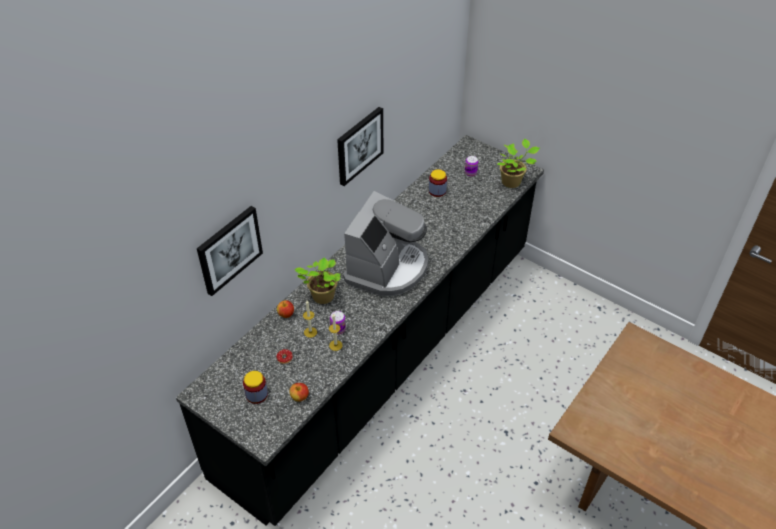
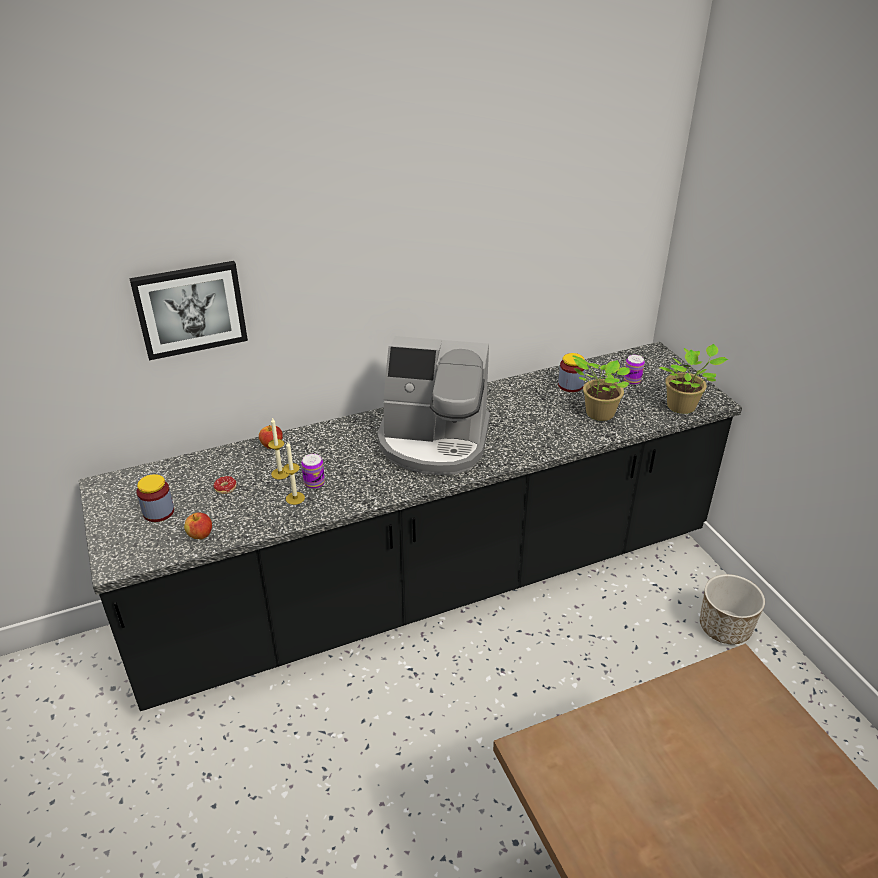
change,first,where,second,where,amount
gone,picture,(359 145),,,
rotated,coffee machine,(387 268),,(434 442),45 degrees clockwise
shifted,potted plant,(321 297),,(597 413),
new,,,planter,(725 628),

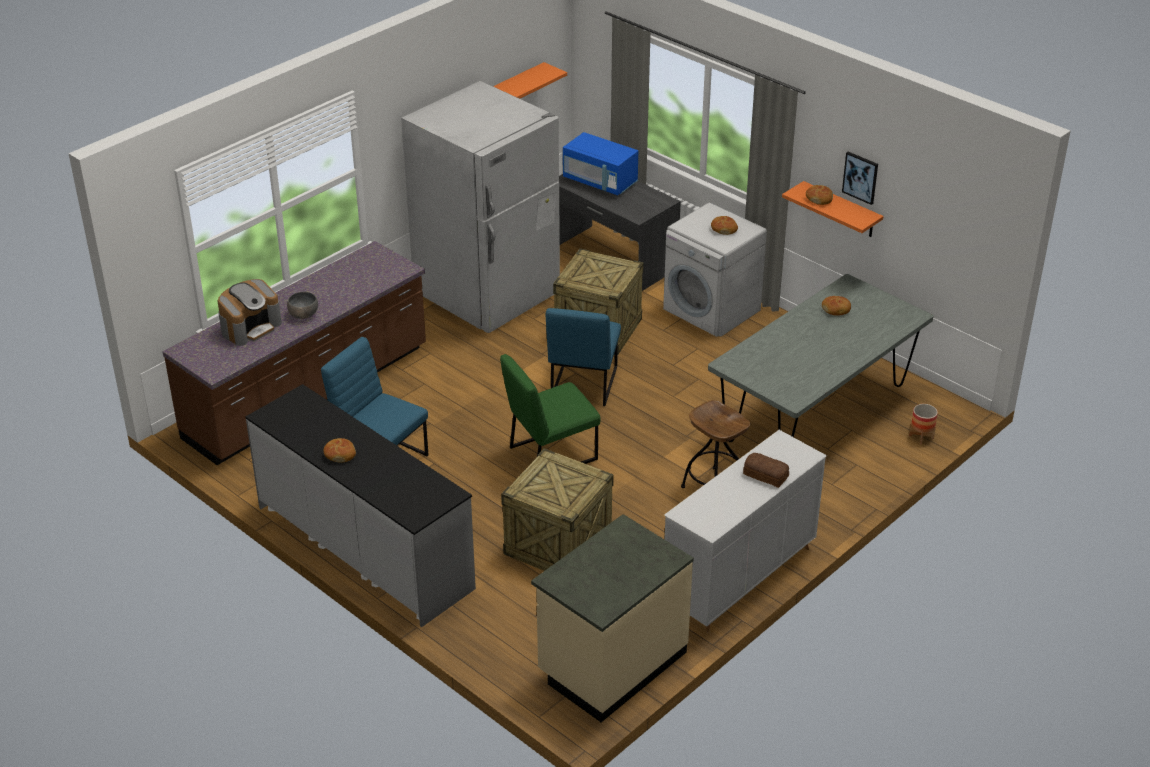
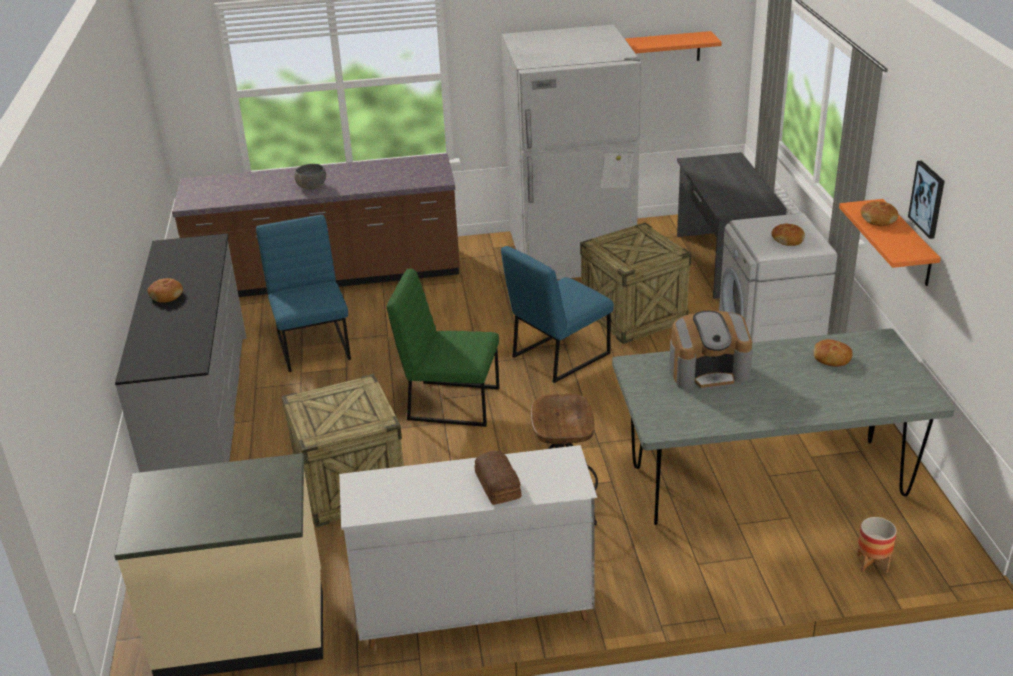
change,first,where,second,where,amount
gone,blue microwave,(600 182),,,
shifted,coffee machine,(250 327),,(708 371),

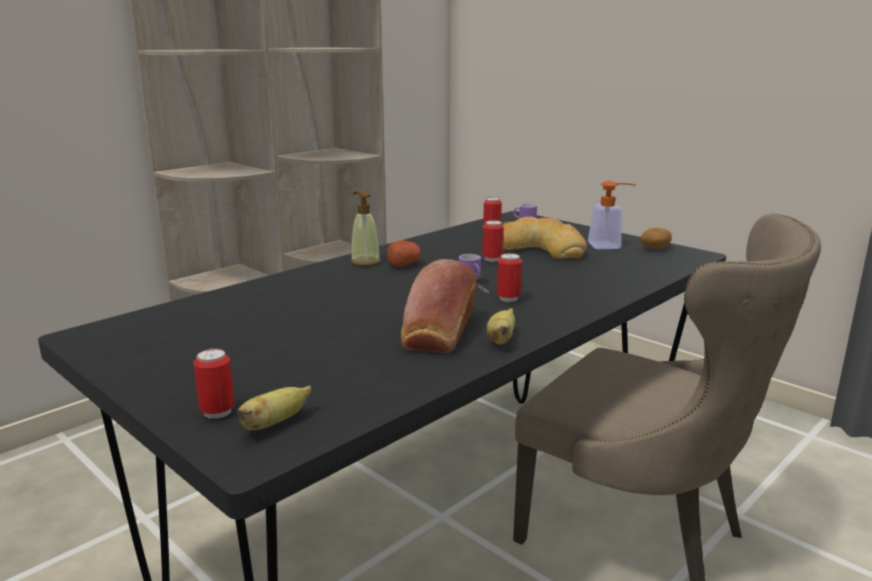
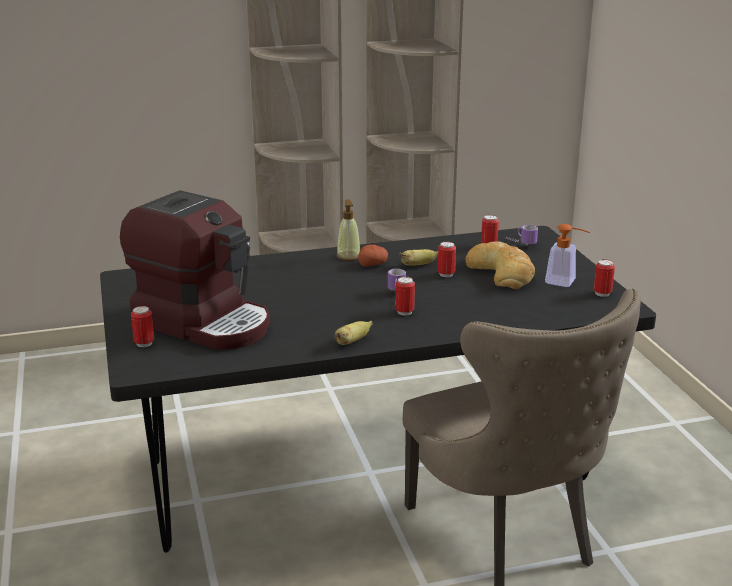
change,first,where,second,where,amount
swapped,potato,(655 248),can,(602 293),
gone,bread,(438 332),,,
shifted,banana,(274 423),,(418 265),
new,,,coffee machine,(204 322),

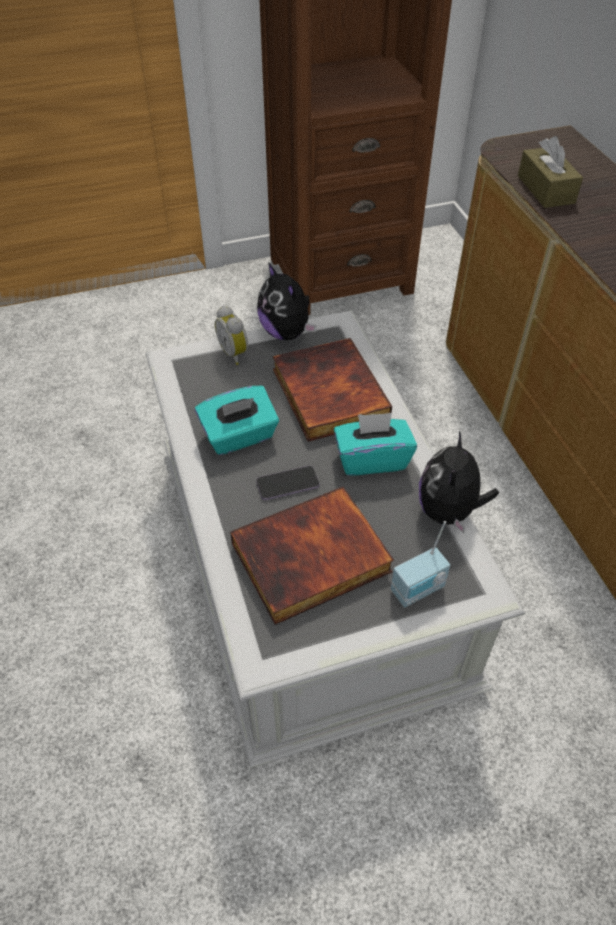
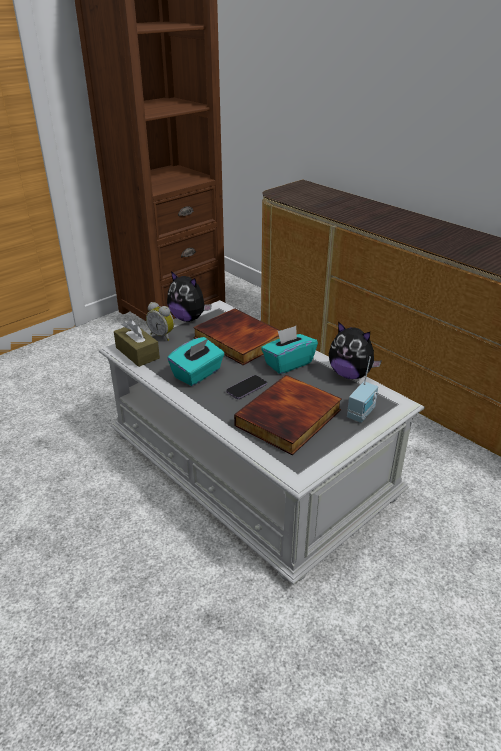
change,first,where,second,where,amount
shifted,brown tissue box,(545 189),,(137 353),
rotated,plush toy,(449 512),,(350 374),45 degrees counterclockwise

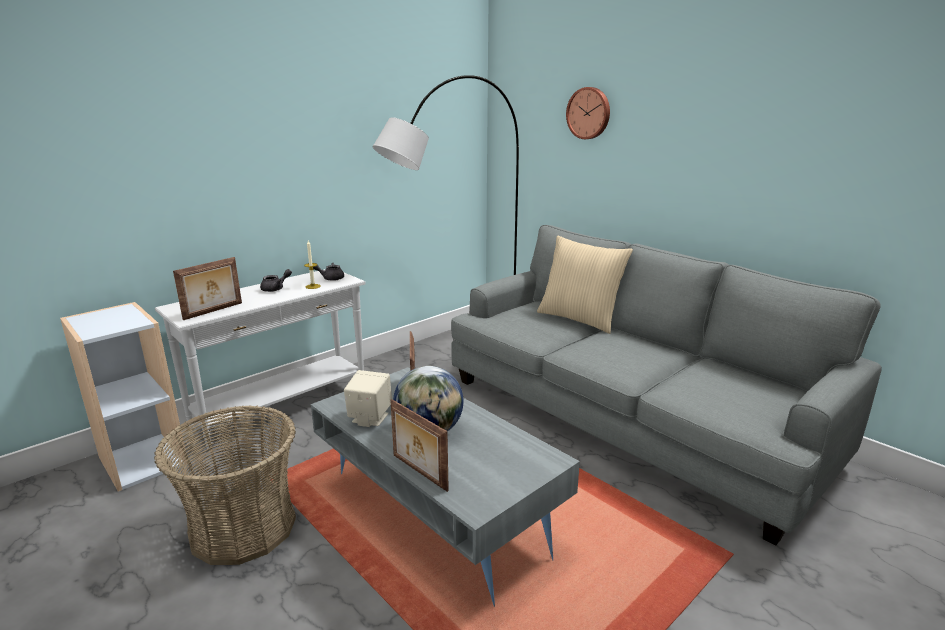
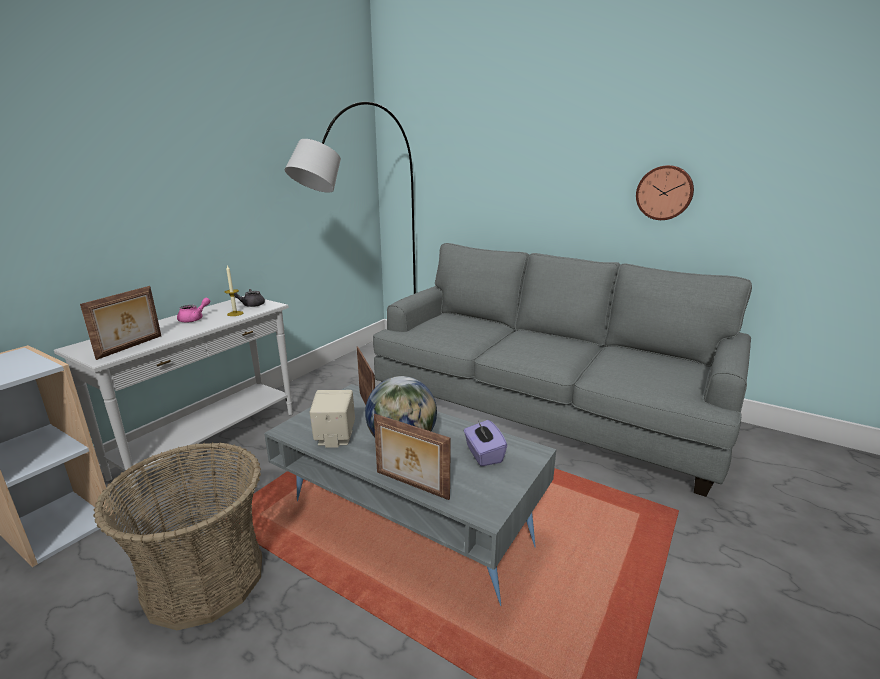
change,first,where,second,where,amount
shifted,wall clock,(589 113),,(664 192),
gone,beige pillow,(579 319),,,
repainted,grey teapot,(276 288),pink teapot,(194 319),
new,,,purple tissue box,(483 454),

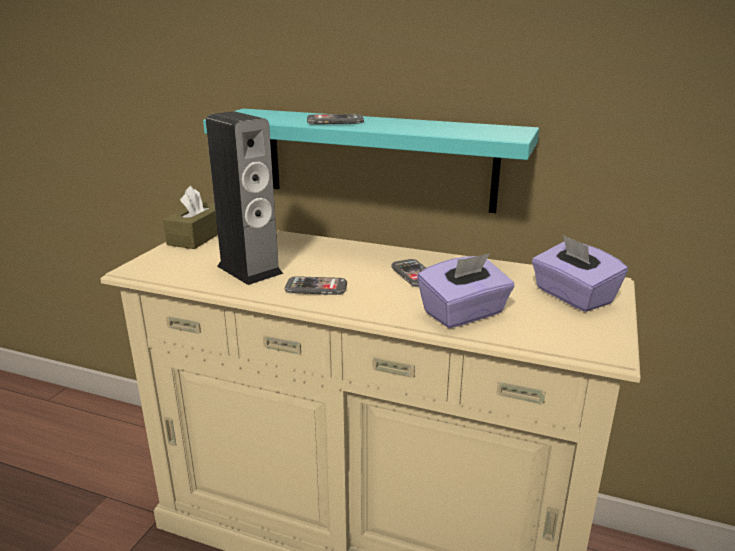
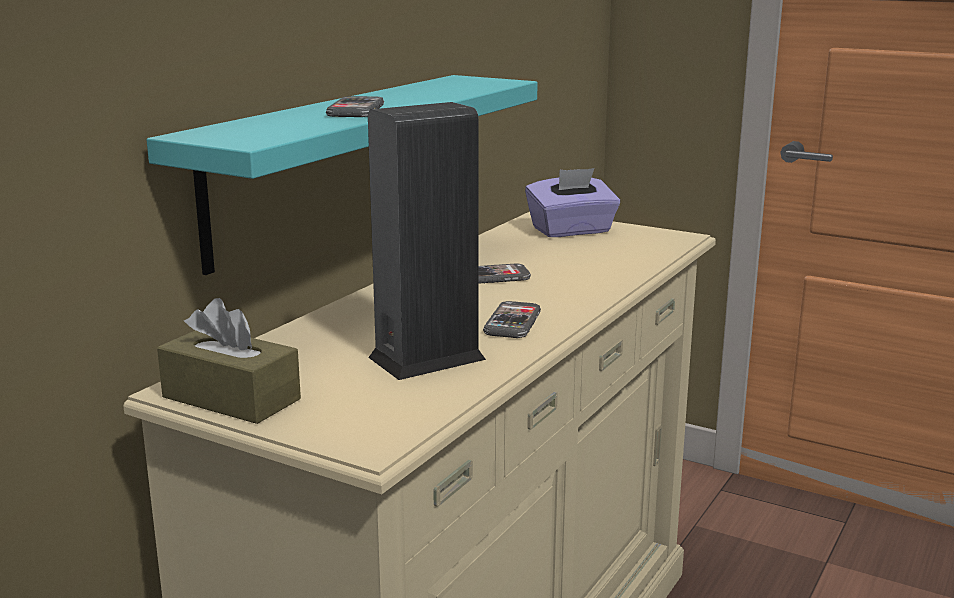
change,first,where,second,where,amount
gone,purple tissue box,(464 314),,,

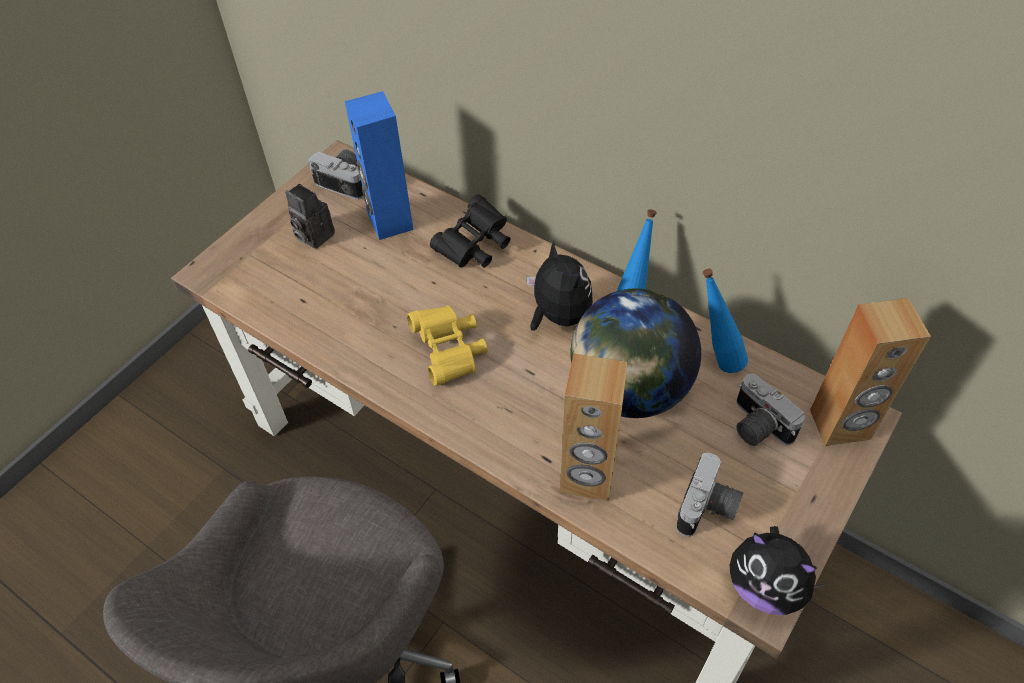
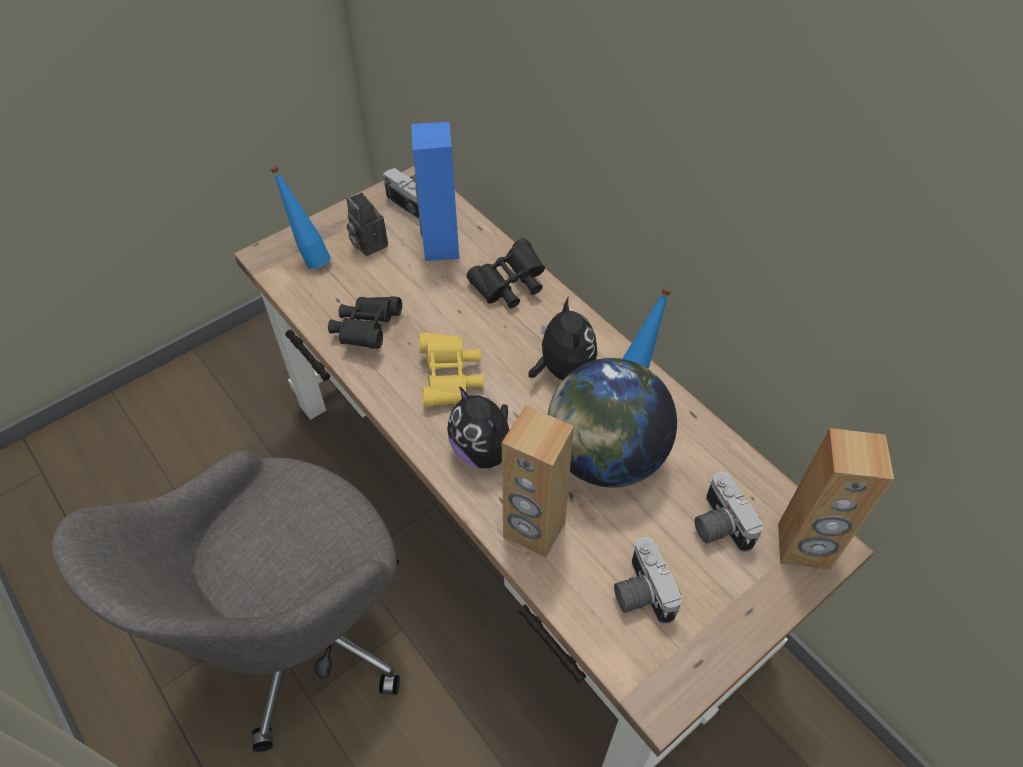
change,first,where,second,where,amount
shifted,blue bottle,(715 358),,(310 258),
rotated,photo camera,(708 509),,(639 592),120 degrees clockwise
shifted,plush toy,(765 586),,(484 451),
new,,,black binoculars,(366 330),

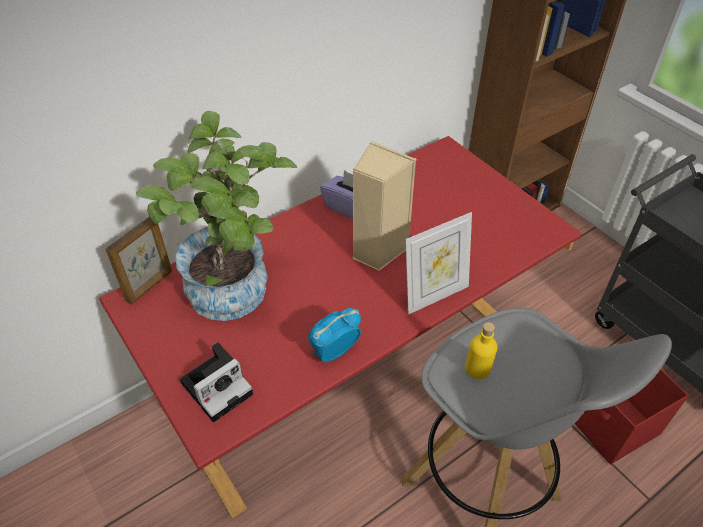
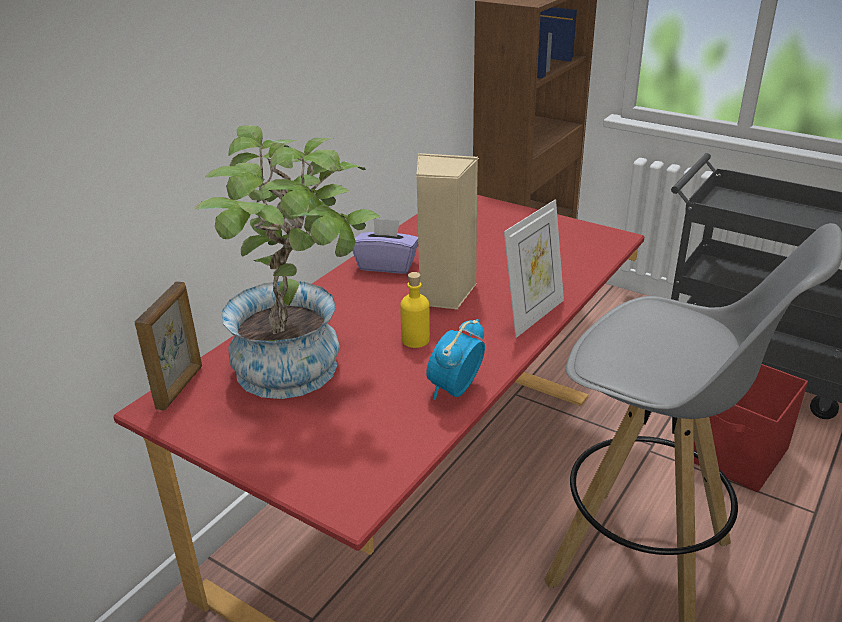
change,first,where,second,where,amount
shifted,yellow bottle,(478 368),,(415 340),
gone,photo camera,(218 386),,,

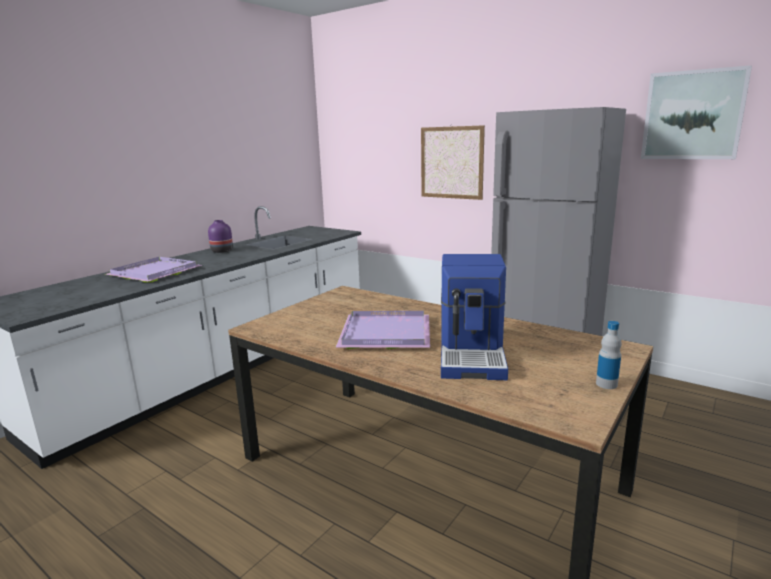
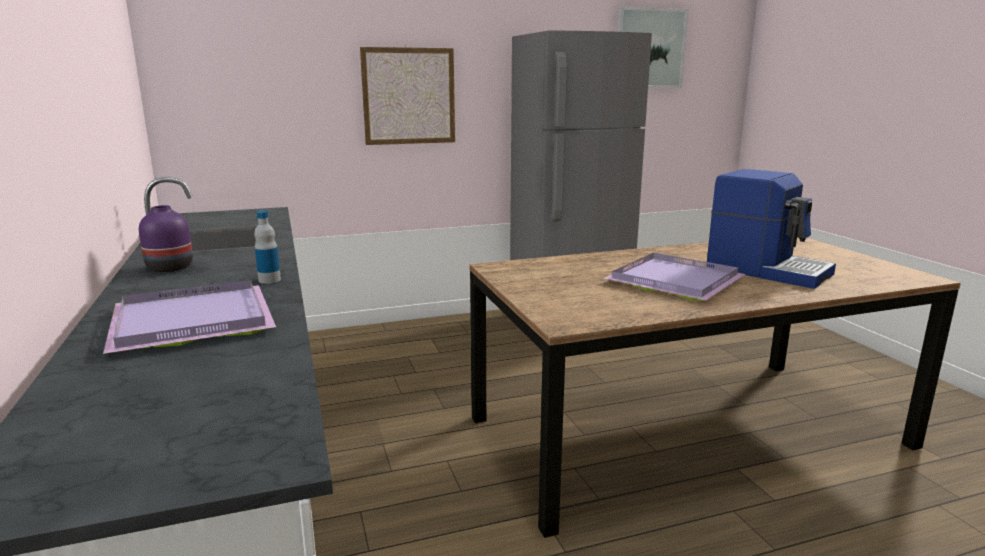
change,first,where,second,where,amount
shifted,bottle,(606 384),,(269 280),

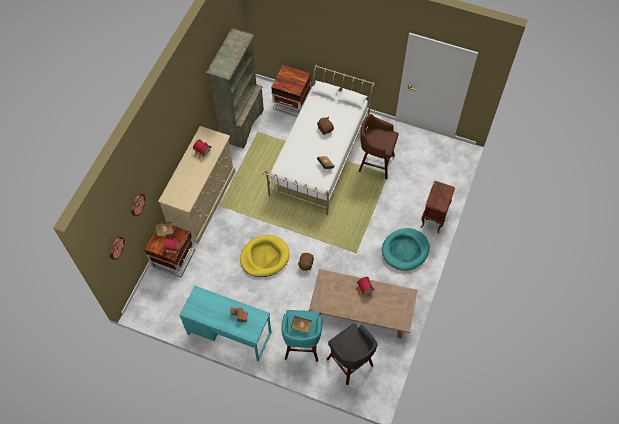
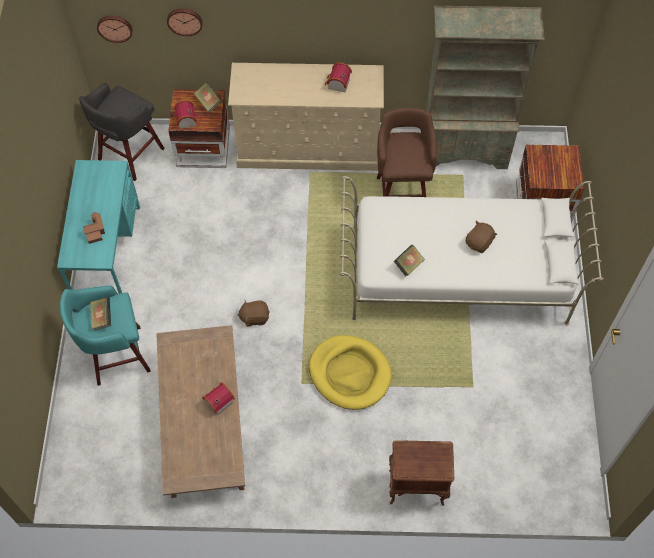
change,first,where,second,where,amount
shifted,brown stool,(375 163),,(402 194),
gone,turquoise dog bed,(405 250),,,
shifted,yellow dog bed,(264 257),,(350 373),
shifted,grey stool,(350 363),,(129 155),

